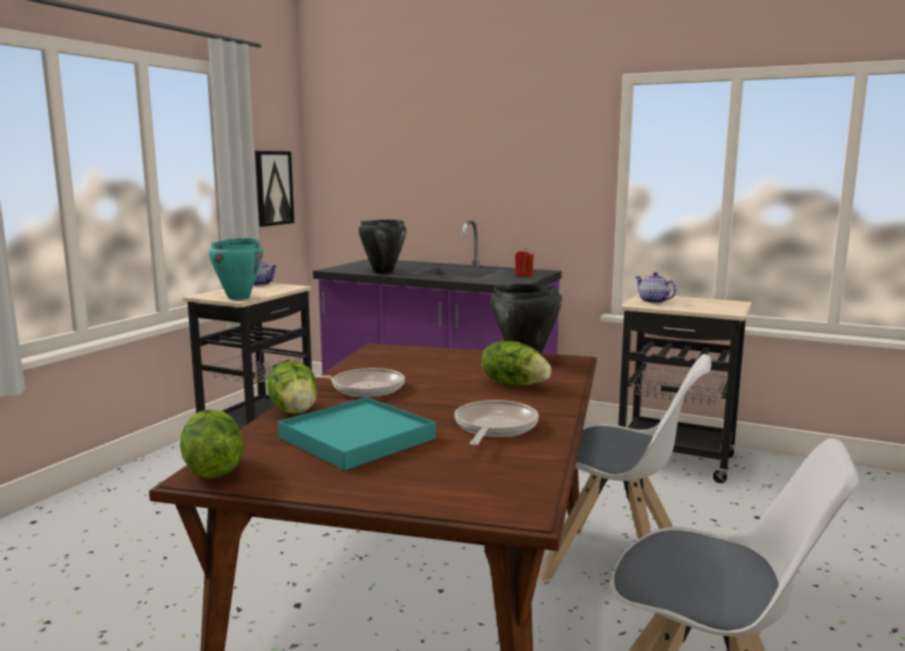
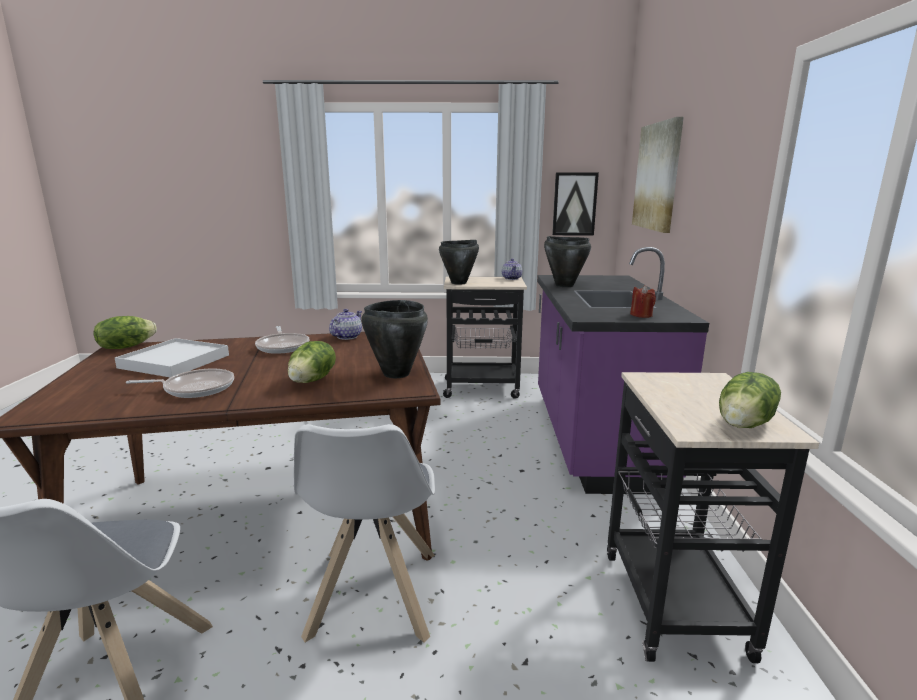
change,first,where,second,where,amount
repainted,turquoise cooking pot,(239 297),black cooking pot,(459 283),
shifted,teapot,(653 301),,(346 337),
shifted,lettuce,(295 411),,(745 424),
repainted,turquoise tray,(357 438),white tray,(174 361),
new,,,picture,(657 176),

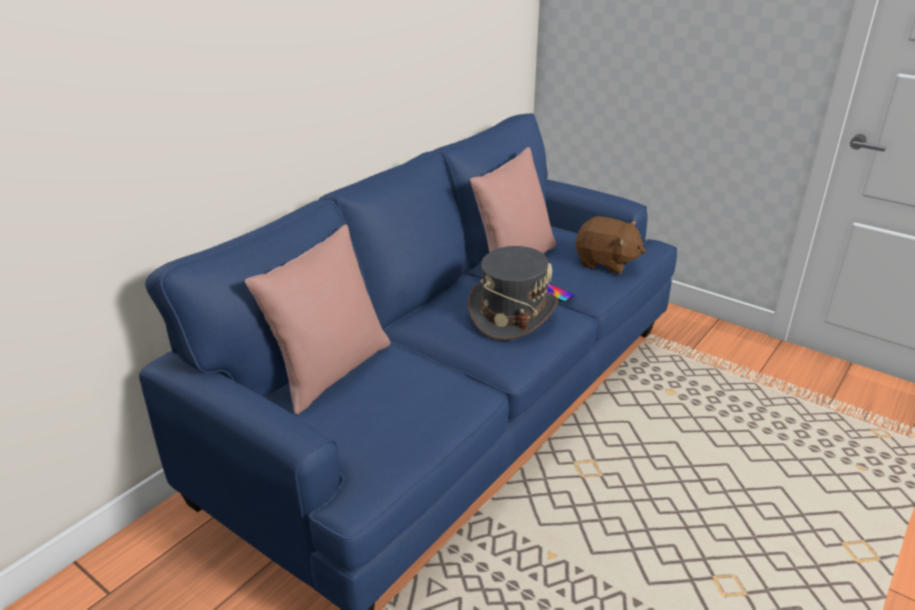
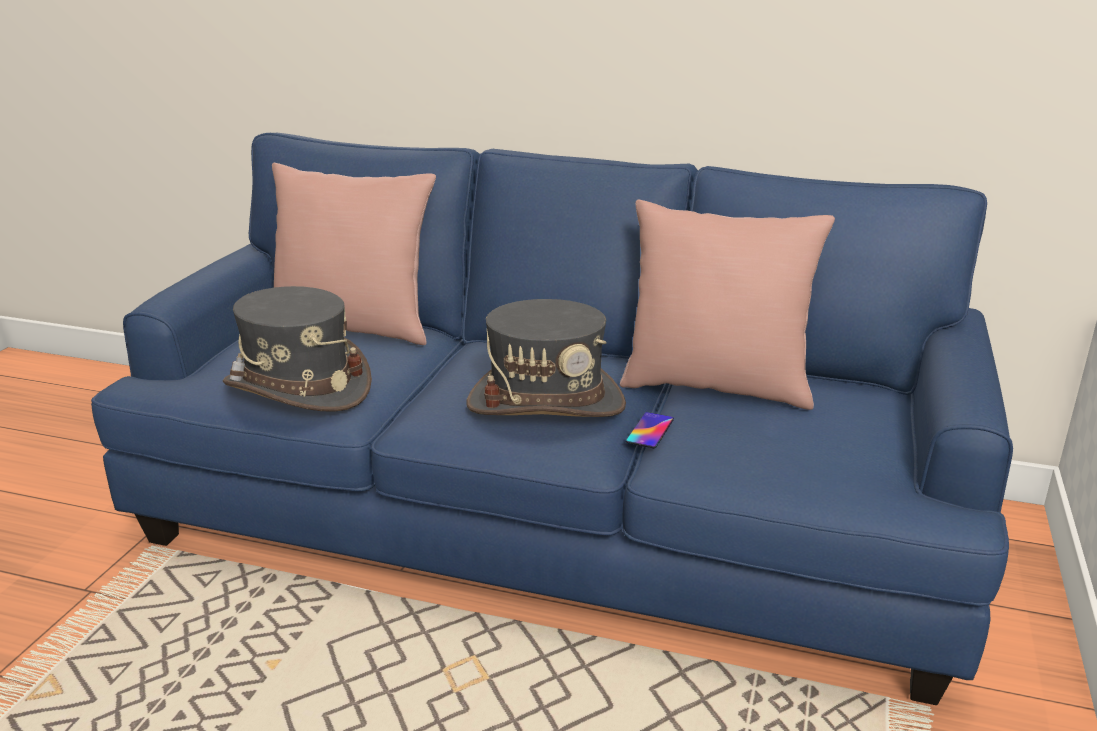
change,first,where,second,where,amount
gone,brown plush toy,(606 263),,,
new,,,grey hat,(298 388),

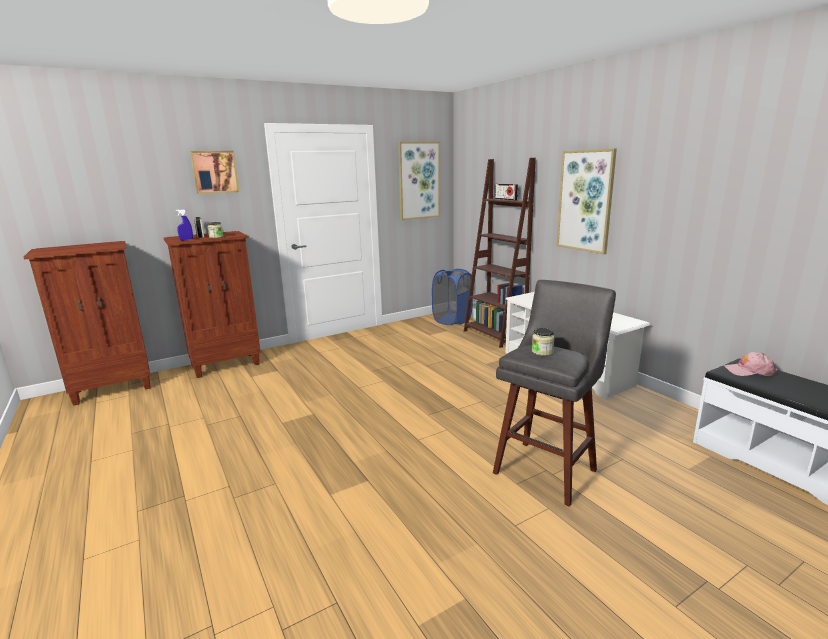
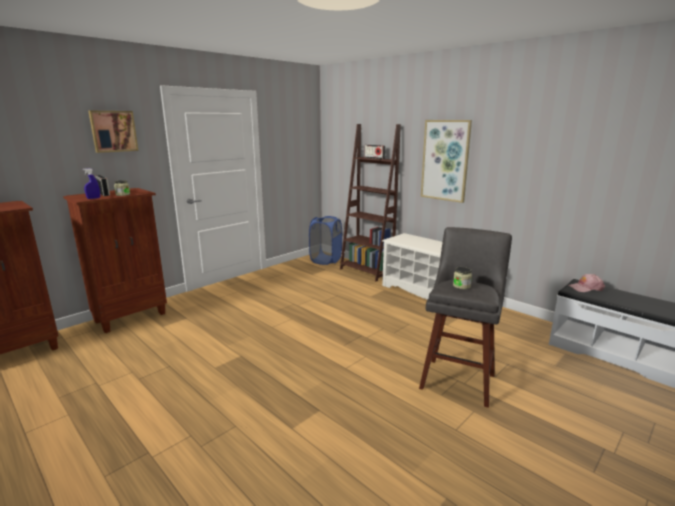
change,first,where,second,where,amount
gone,picture,(419 180),,,

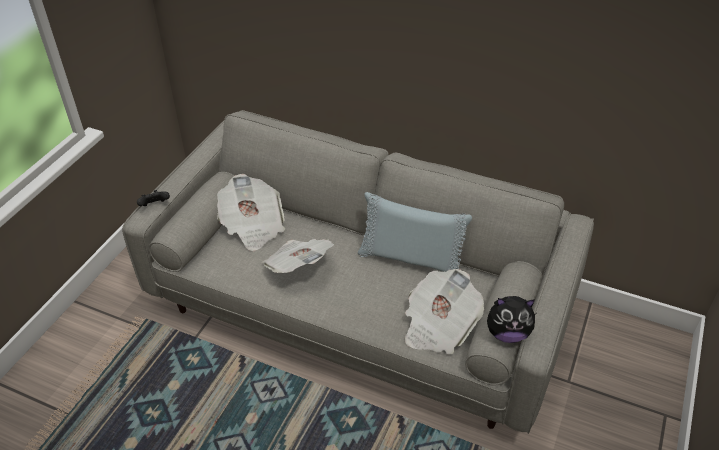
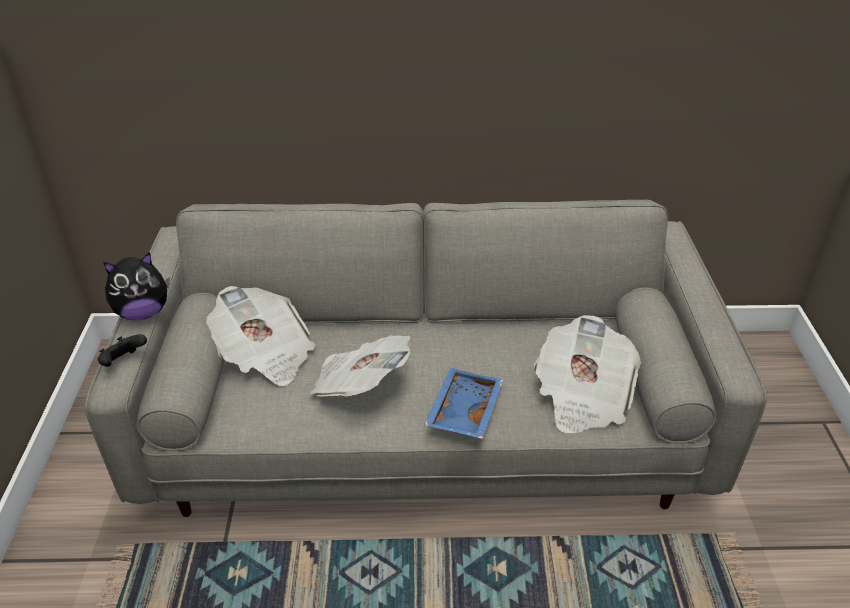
change,first,where,second,where,amount
gone,blue pillow,(410 259),,,
shifted,plush toy,(507 333),,(143 313),
new,,,blue tray,(462 411),

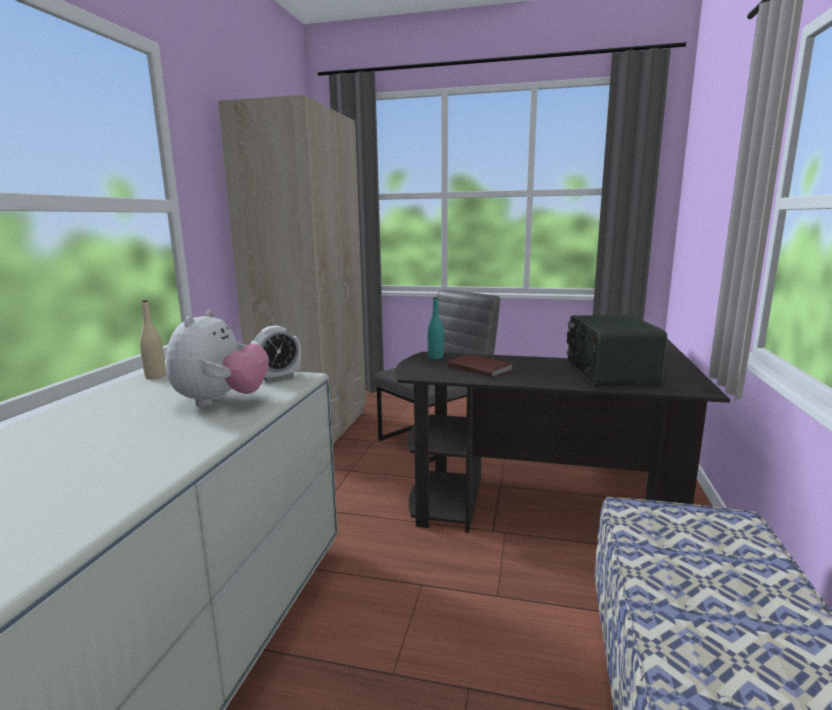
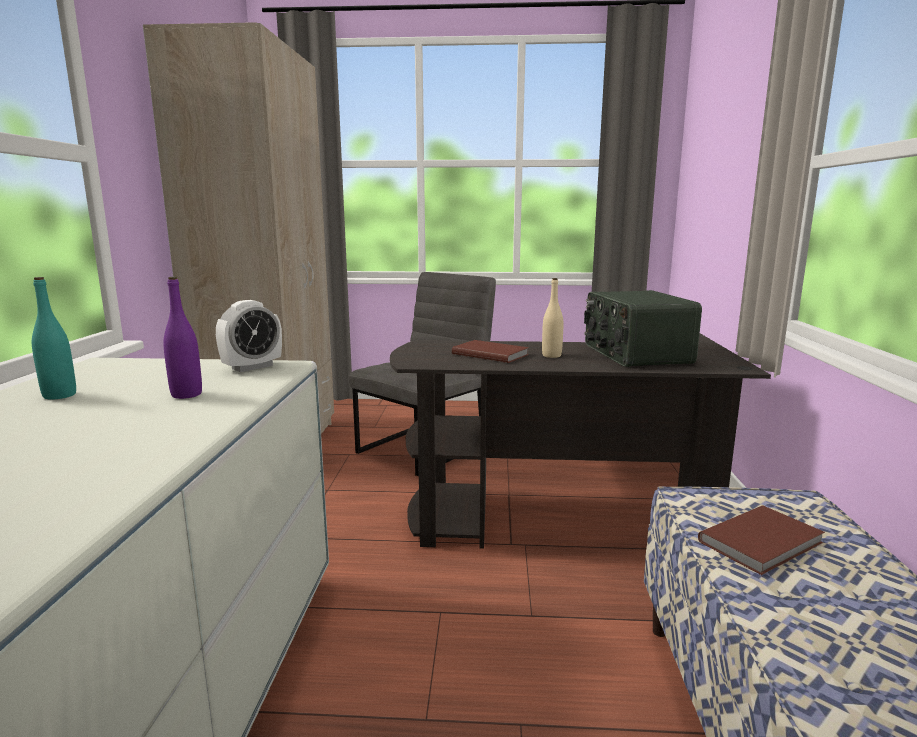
change,first,where,second,where,amount
shifted,turquoise bottle,(435 357),,(59 395),
shifted,beige bottle,(155 376),,(551 355),
swapped,plush toy,(221 401),purple bottle,(186 394),
new,,,brown book,(763 543),

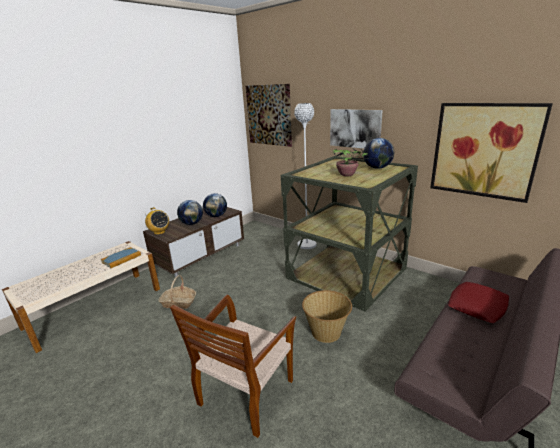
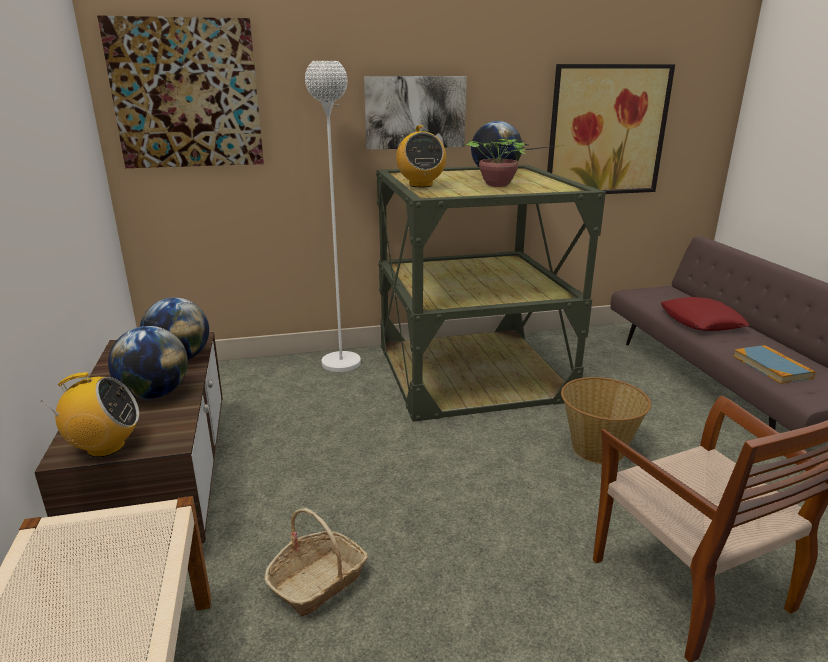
change,first,where,second,where,amount
shifted,book,(121 259),,(772 367),
new,,,radio,(420 185),

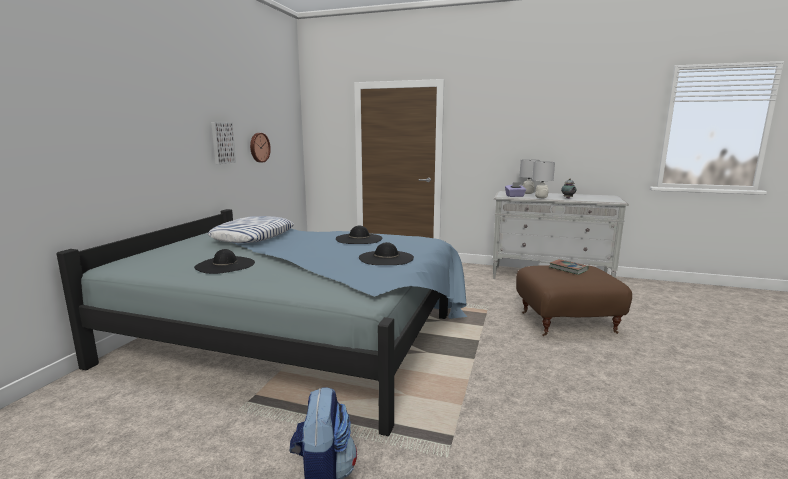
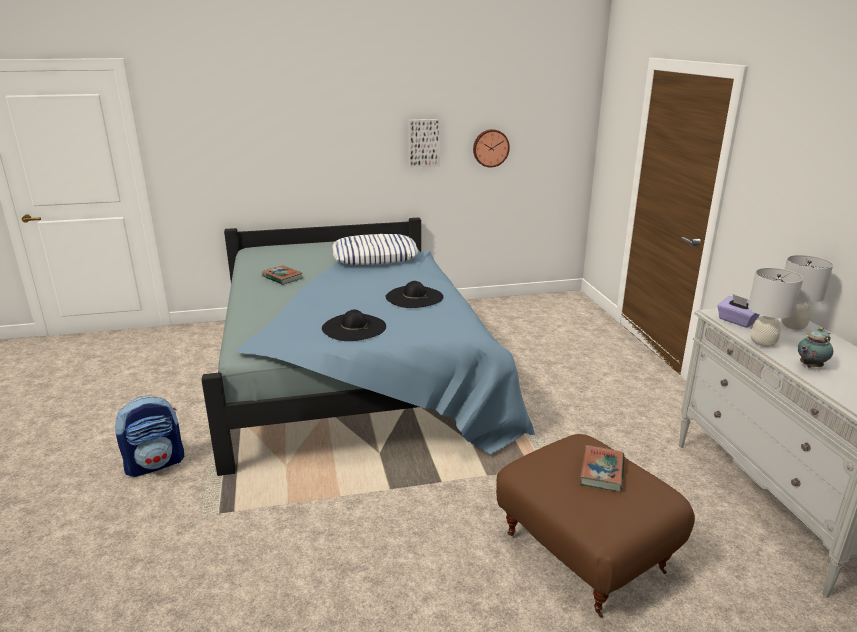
change,first,where,second,where,amount
swapped,black hat,(225 265),book,(282 277),

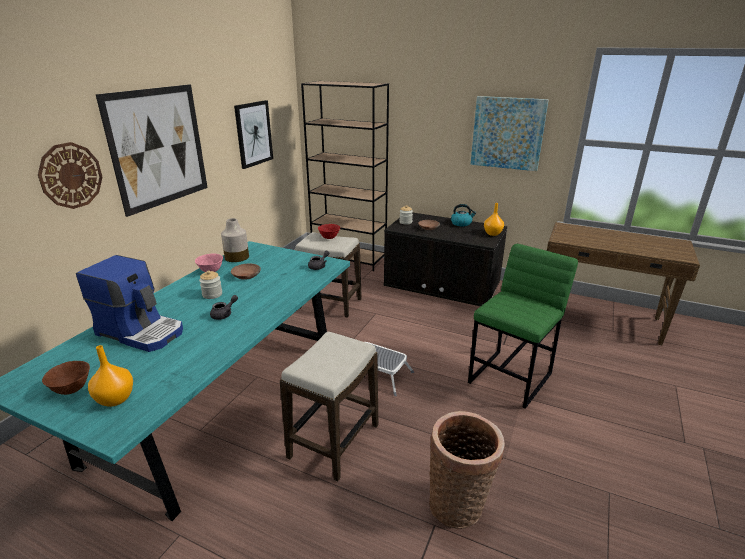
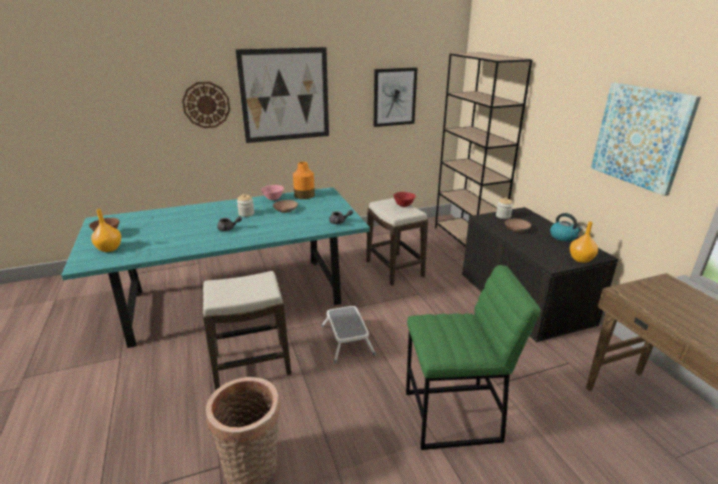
change,first,where,second,where,amount
repainted,beige vase,(236 257),orange vase,(304 195),
gone,coffee machine,(142 331),,,

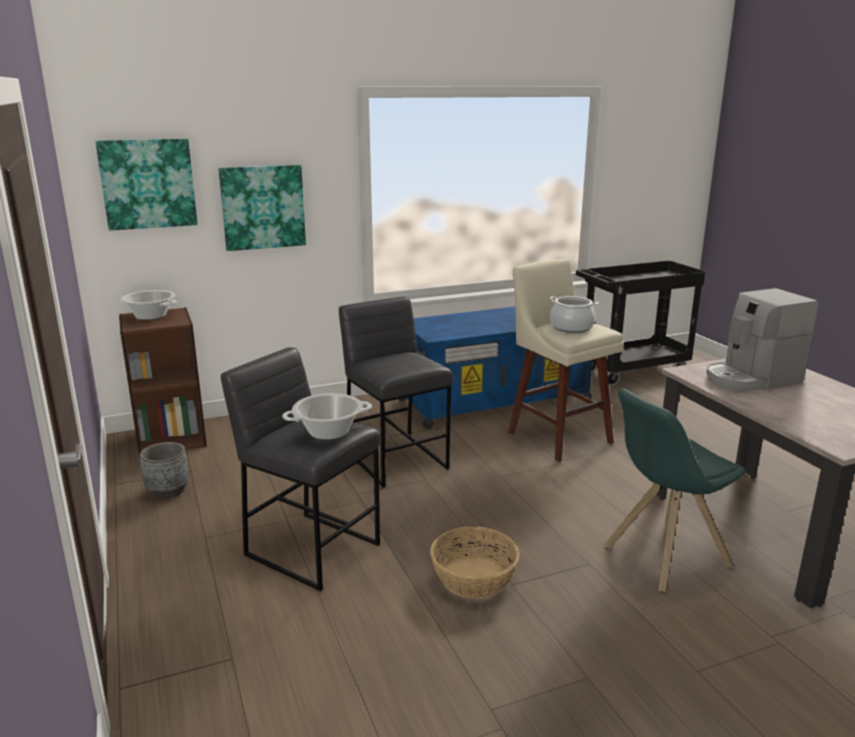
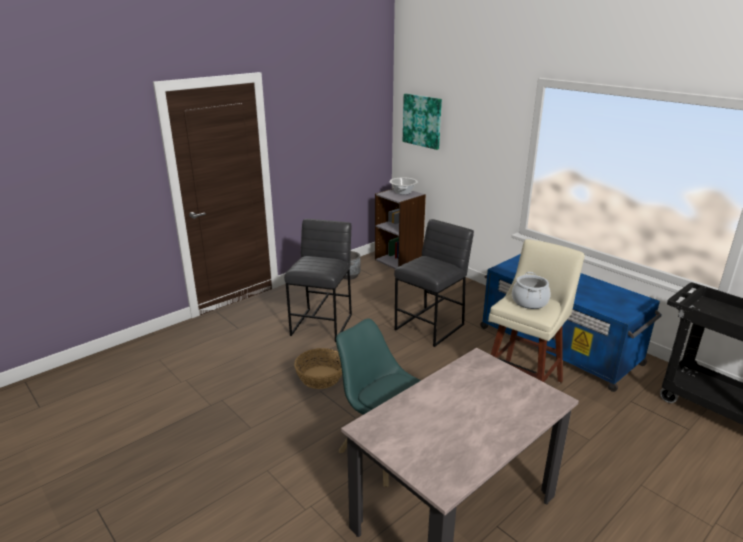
change,first,where,second,where,amount
gone,picture,(263 207),,,
gone,coffee machine,(751 378),,,
repainted,brown bookcase,(171 438),grey bookcase,(399 260),
gone,cooking pot,(328 431),,,

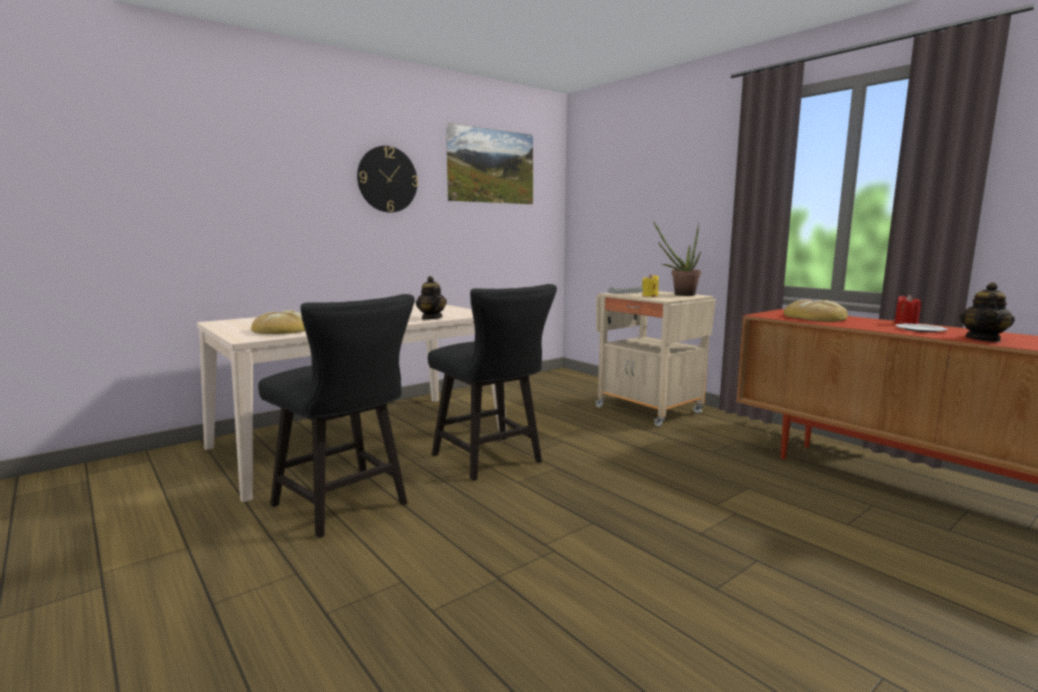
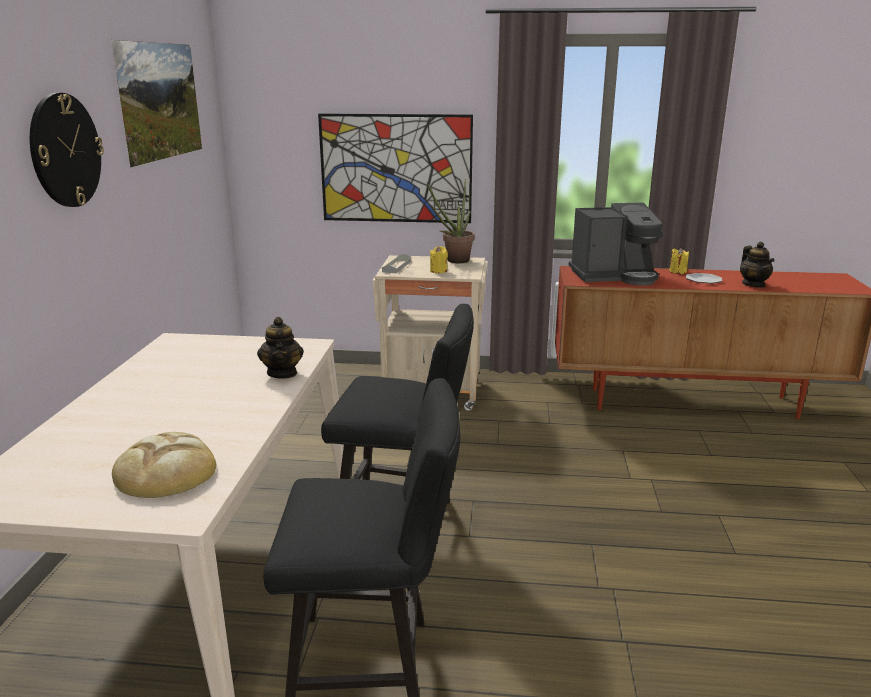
change,first,where,second,where,amount
rotated,teapot,(431 318),,(282 373),120 degrees counterclockwise
repainted,red candle,(905 323),yellow candle,(677 272),
swapped,bread,(815 317),coffee machine,(614 276),
new,,,picture,(396 169),

